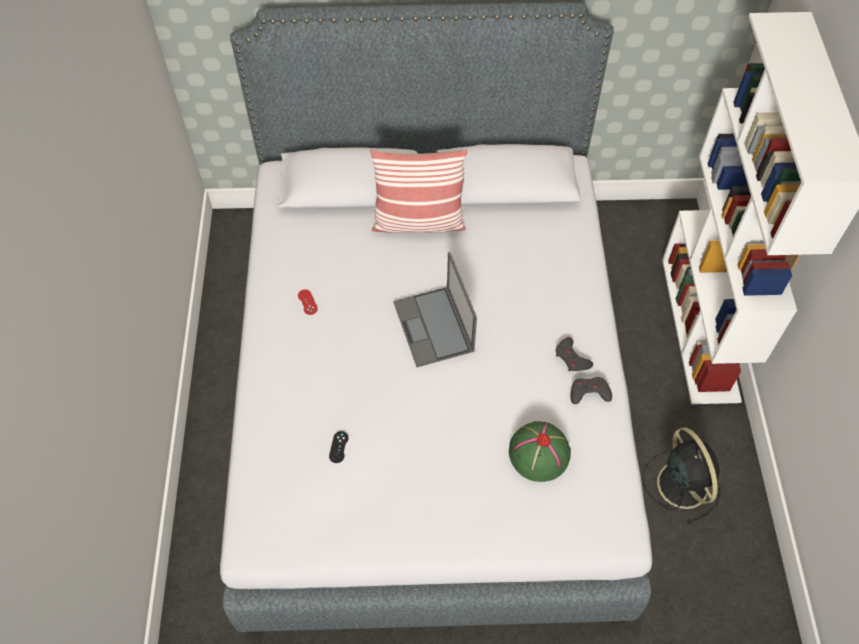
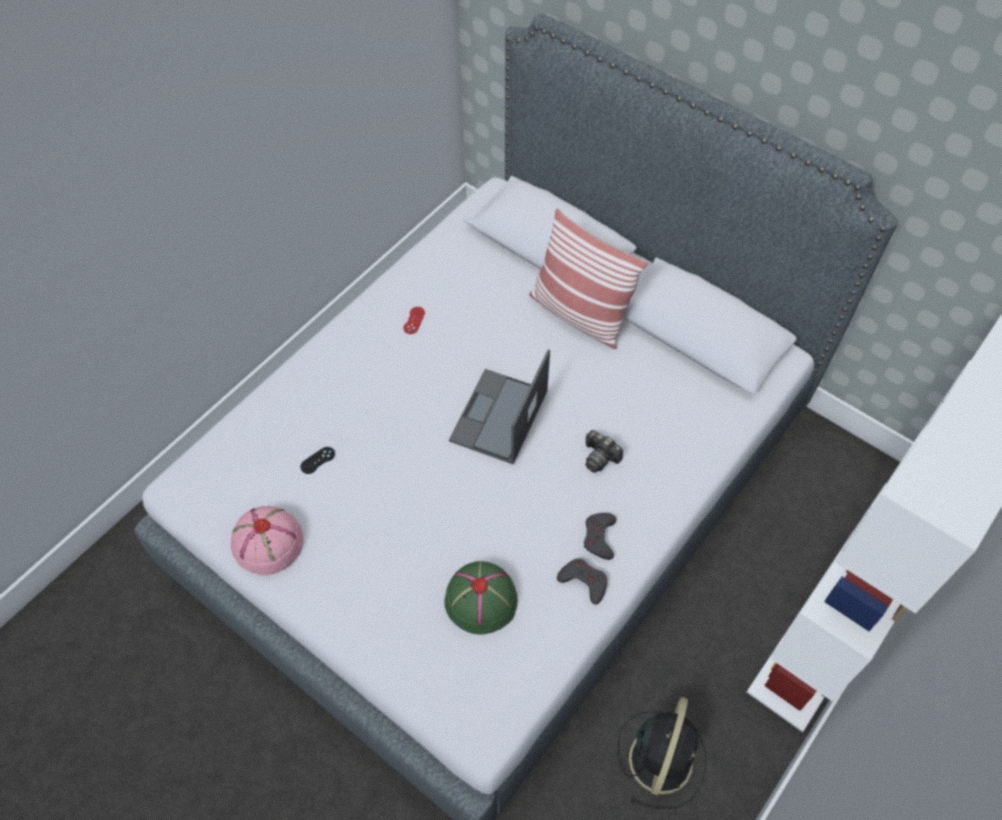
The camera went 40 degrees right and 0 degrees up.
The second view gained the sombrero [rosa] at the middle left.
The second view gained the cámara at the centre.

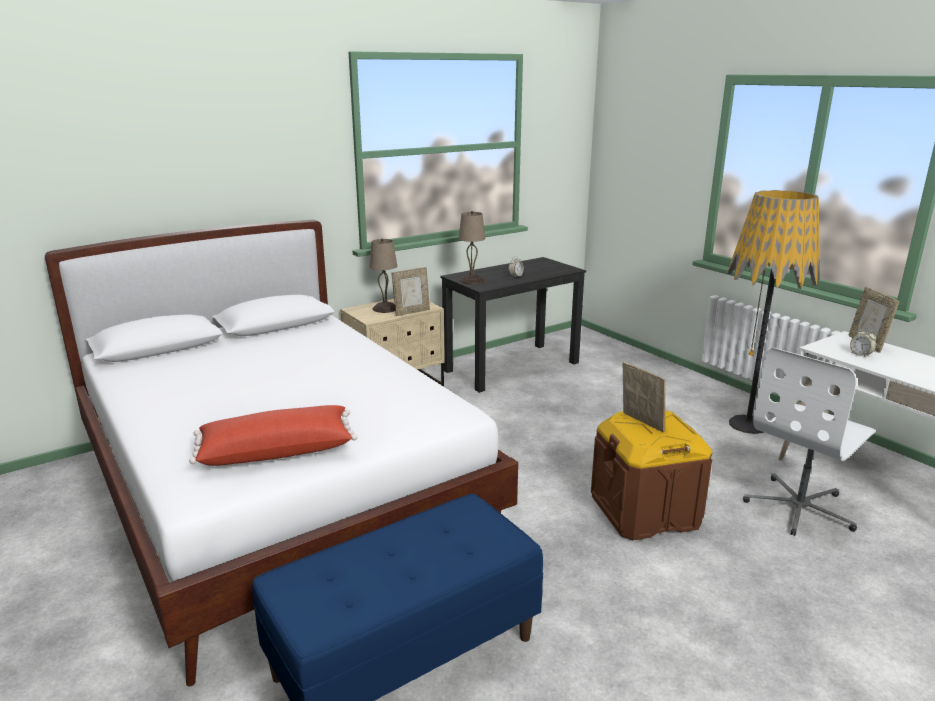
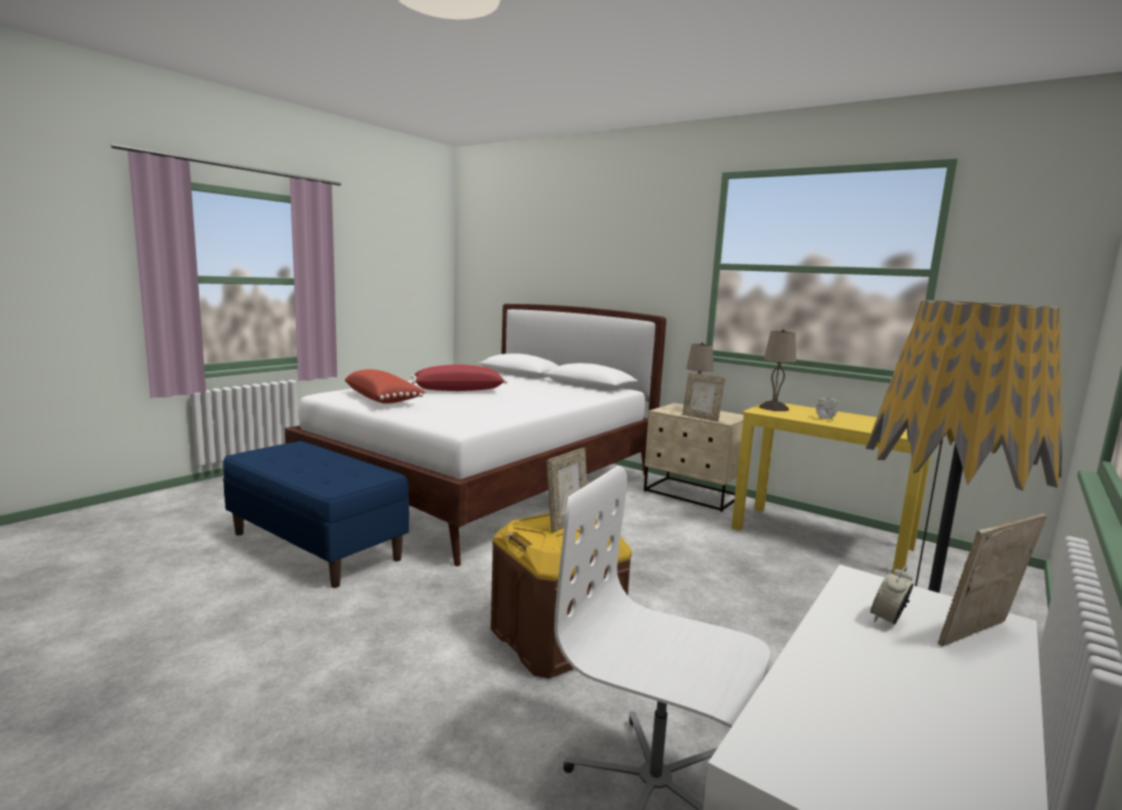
The camera went 70 degrees right and 10 degrees down.
The second view gained the cojín [rojo] (no. 2 from left) at the centre.
What was the escritorio [negro] at the centre turned into the escritorio [amarillo] at the middle right.

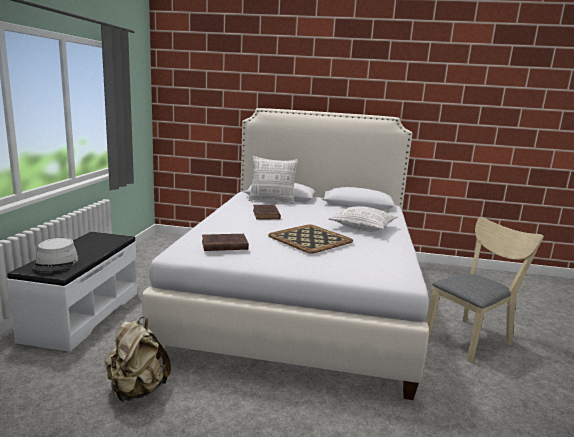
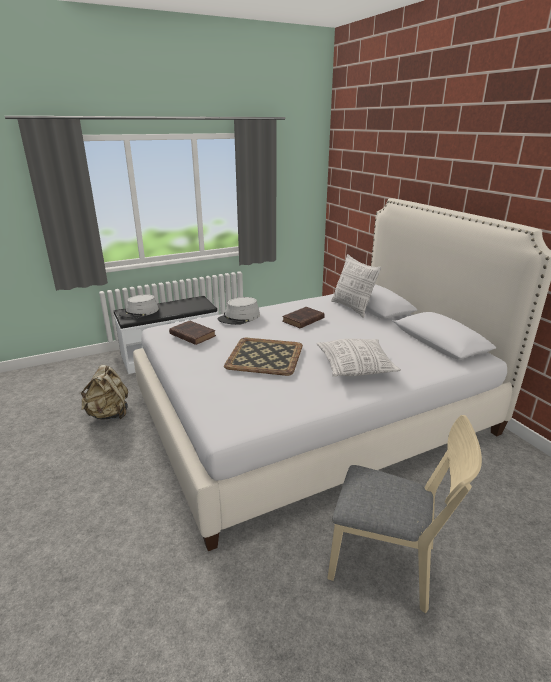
The camera went 55 degrees right and 10 degrees up.
The second view gained the sombrero [gris] (no. 2 from left) at the centre.

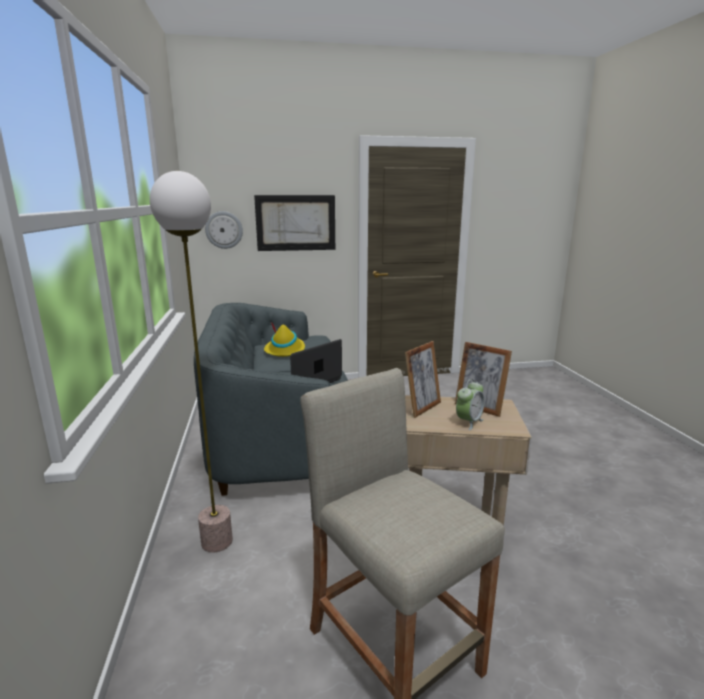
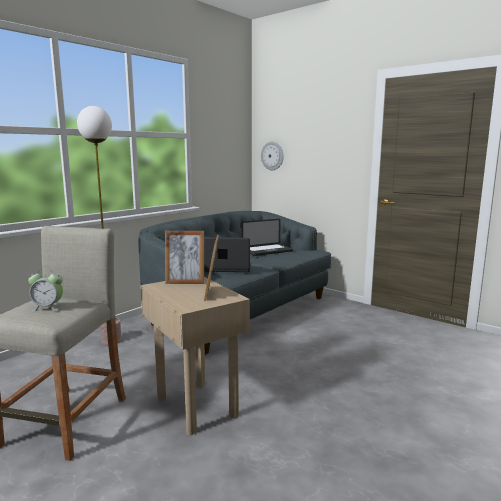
The camera went 50 degrees right and 5 degrees down.
The second view lost the cuadro at the top centre.
The despertador ended up elsewhere, having gone from the middle right to the middle left.
Where the sombrero [amarillo] stood at the centre, the portátil (no. 2 from left) came to stand at the centre.

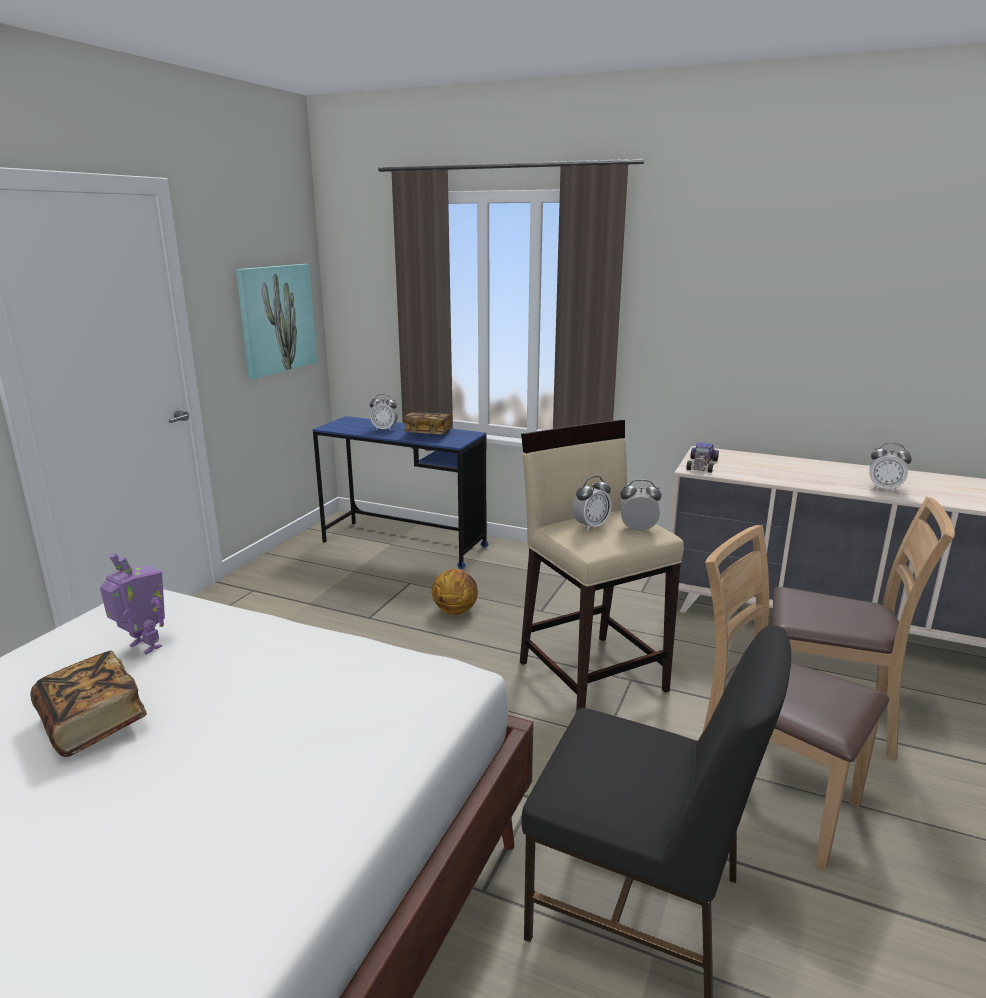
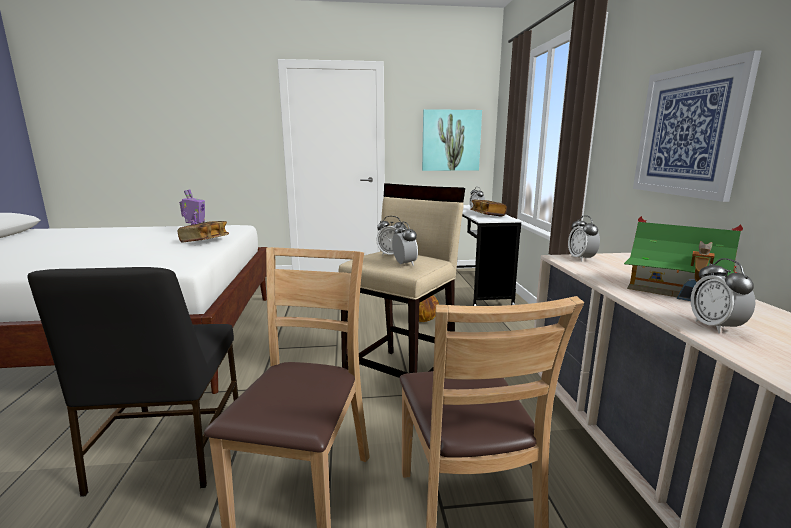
The camera went 60 degrees right and 5 degrees down.
The second view gained the casita at the middle right.
The second view gained the cuadro (no. 2 from left) at the top right.
The libro (no. 1 from left) ended up elsewhere, having gone from the bottom left to the middle left.
Where the coche de juguete stood at the middle right, the despertador (no. 4 from left) came to stand at the middle right.
What was the escritorio [azul] at the centre turned into the escritorio [blanco] at the centre.

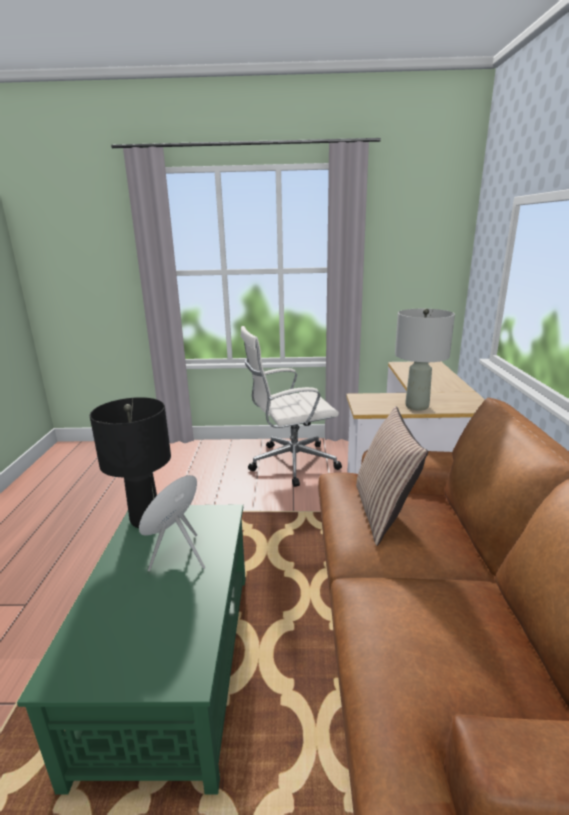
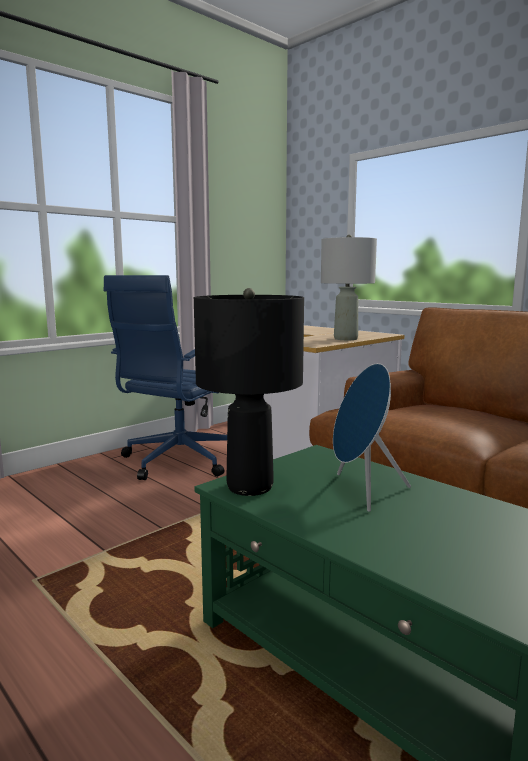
The camera went 45 degrees left and 10 degrees down.
The second view lost the cojín at the middle right.
What was the silla de oficina [blanco] at the centre turned into the silla de oficina [azul] at the middle left.

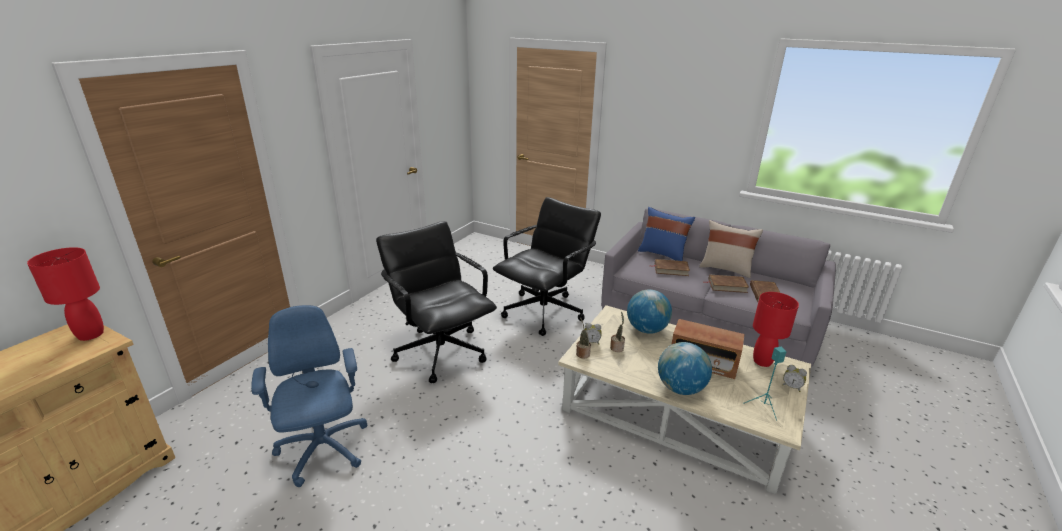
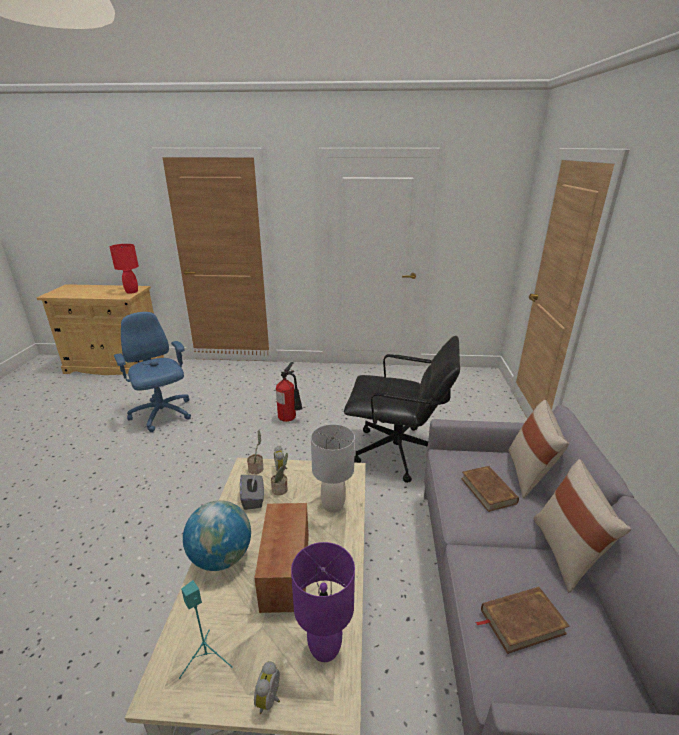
The camera went 65 degrees right and 0 degrees up.
The second view lost the libro [marrón] (no. 2 from left) at the middle right.
The second view gained the caja de pañuelos [gris] at the bottom centre.
Where the silla de oficina [negro] (no. 1 from left) stood at the centre, the extintor came to stand at the centre.
Where the globo terráqueo (no. 1 from left) stood at the centre, the lámpara de mesa [gris] came to stand at the centre.
What was the cojín [azul] at the centre turned into the cojín [beis] (no. 1 from left) at the middle right.
What was the lámpara de mesa [rojo] (no. 2 from left) at the middle right turned into the lámpara de mesa [morado] at the bottom centre.
The silla de oficina [azul] at the bottom left ended up facing another way, 75 degrees counterclockwise from before.

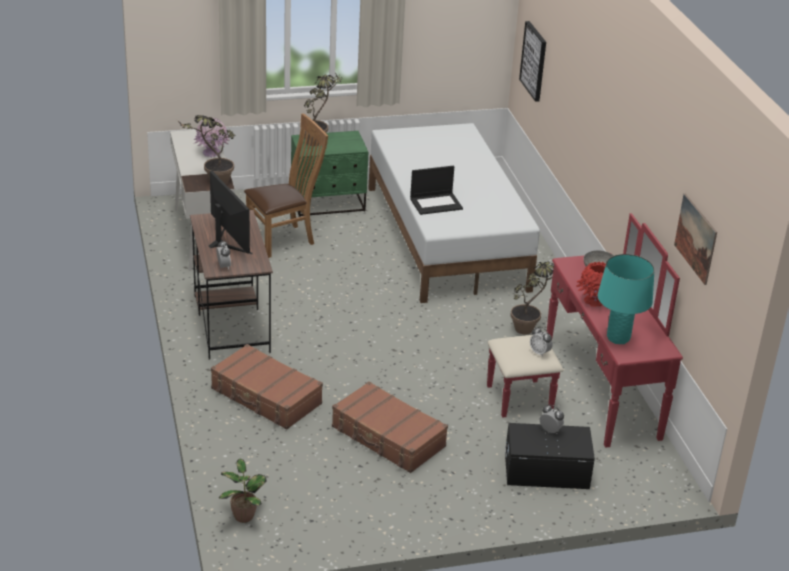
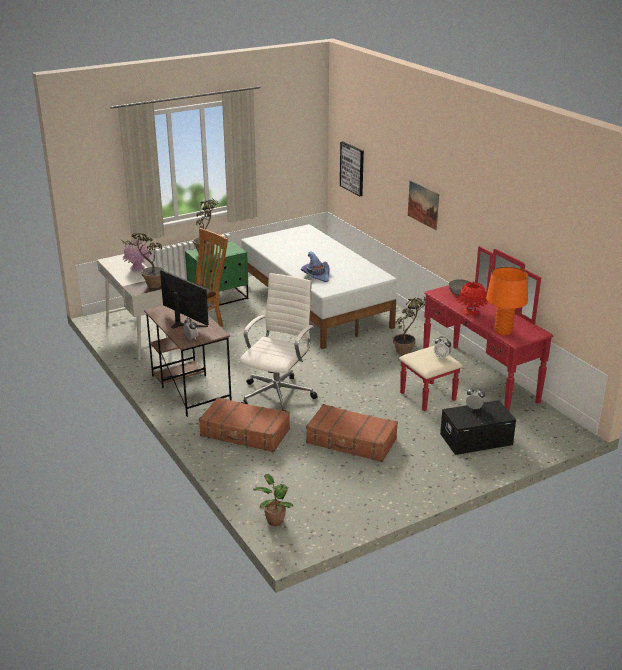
The camera went 15 degrees left and 5 degrees down.
The second view gained the silla de oficina [blanco] at the centre.
The cuadro (no. 2 from left) ended up elsewhere, having gone from the middle right to the top right.
Where the portátil stood at the top centre, the sombrero [morado] came to stand at the centre.
What was the lámpara de mesa [turquesa] at the middle right turned into the lámpara de mesa [naranja] at the middle right.

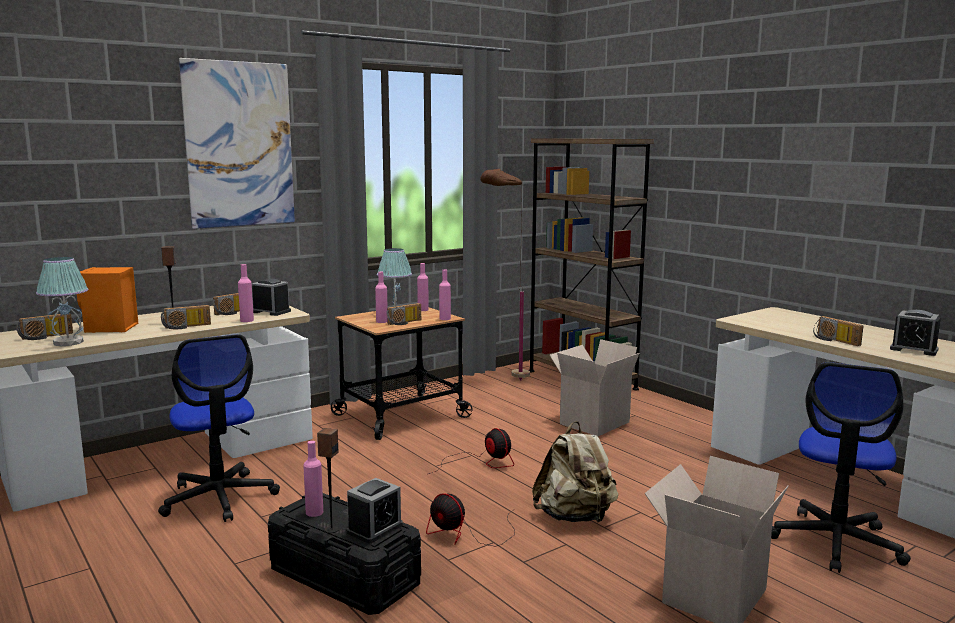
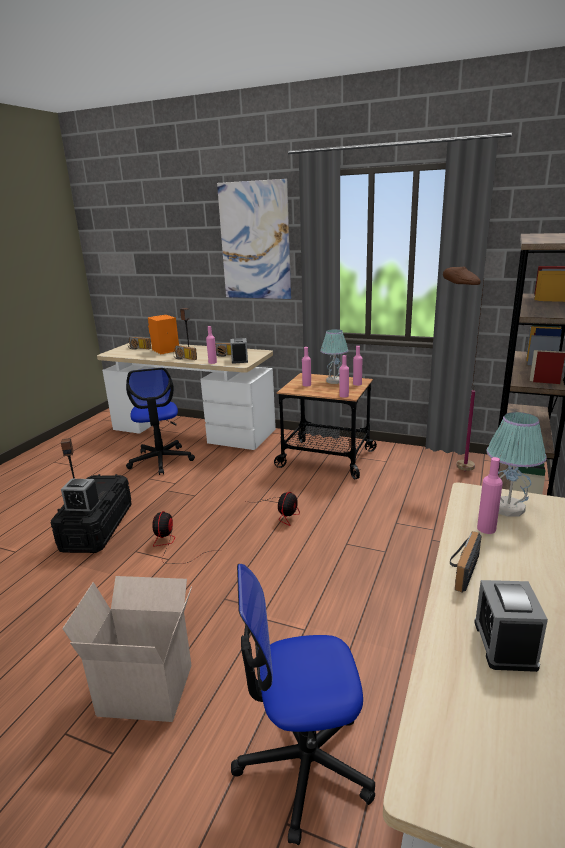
The camera went 60 degrees right and 10 degrees up.
The second view lost the radio (no. 4 from left) at the centre.
The second view lost the mochila [beis] at the bottom centre.
The second view lost the caja de cartón (no. 1 from left) at the centre.
The lámpara de mesa (no. 1 from left in the first image) ended up elsewhere, having gone from the middle left to the middle right.
The botella [rosa] (no. 2 from left in the first image) ended up elsewhere, having gone from the bottom left to the middle right.
The silla de oficina (no. 1 from left) at the bottom left ended up facing another way, 45 degrees counterclockwise from before.

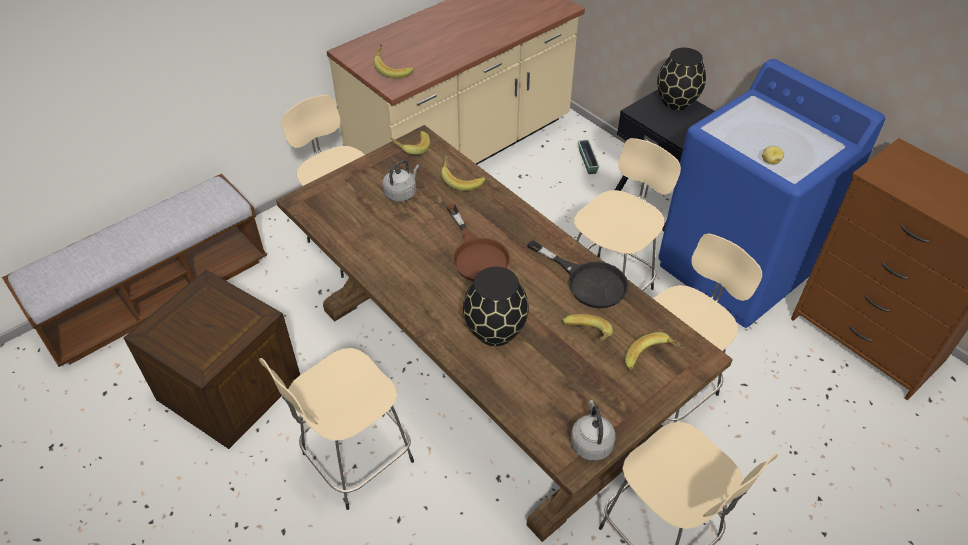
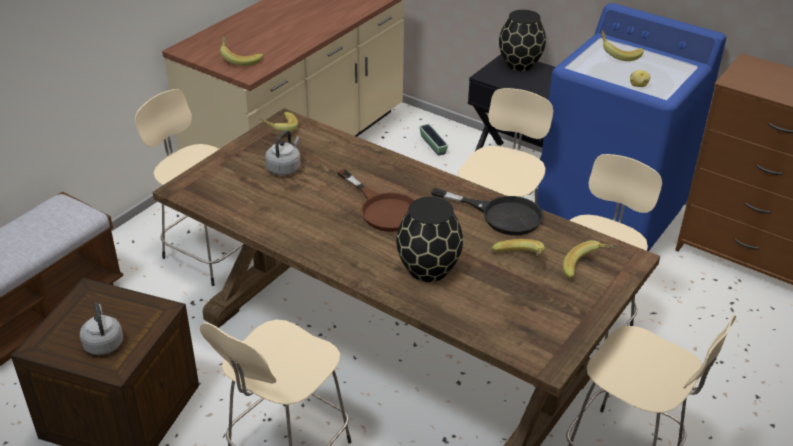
The camera went 15 degrees left and 10 degrees down.
The plátano (no. 3 from left in the first image) ended up elsewhere, having gone from the top centre to the top right.
The hervidor [gris] (no. 2 from left in the first image) ended up elsewhere, having gone from the bottom centre to the bottom left.

